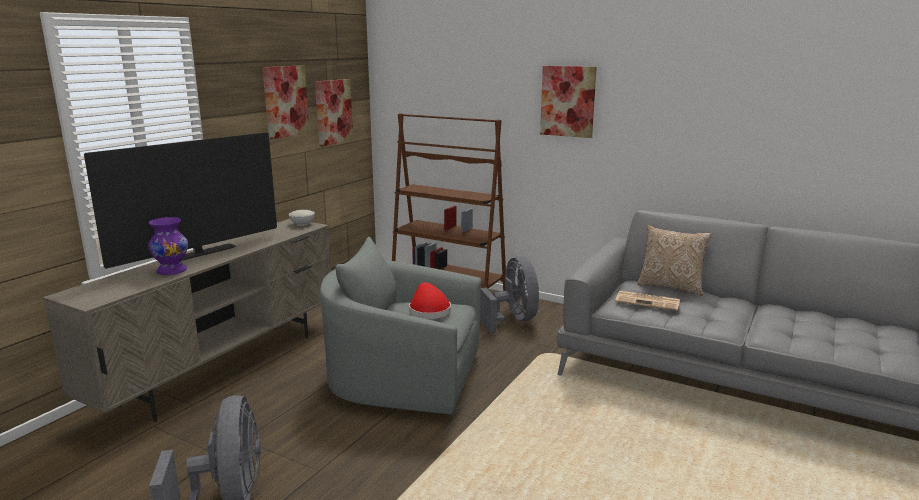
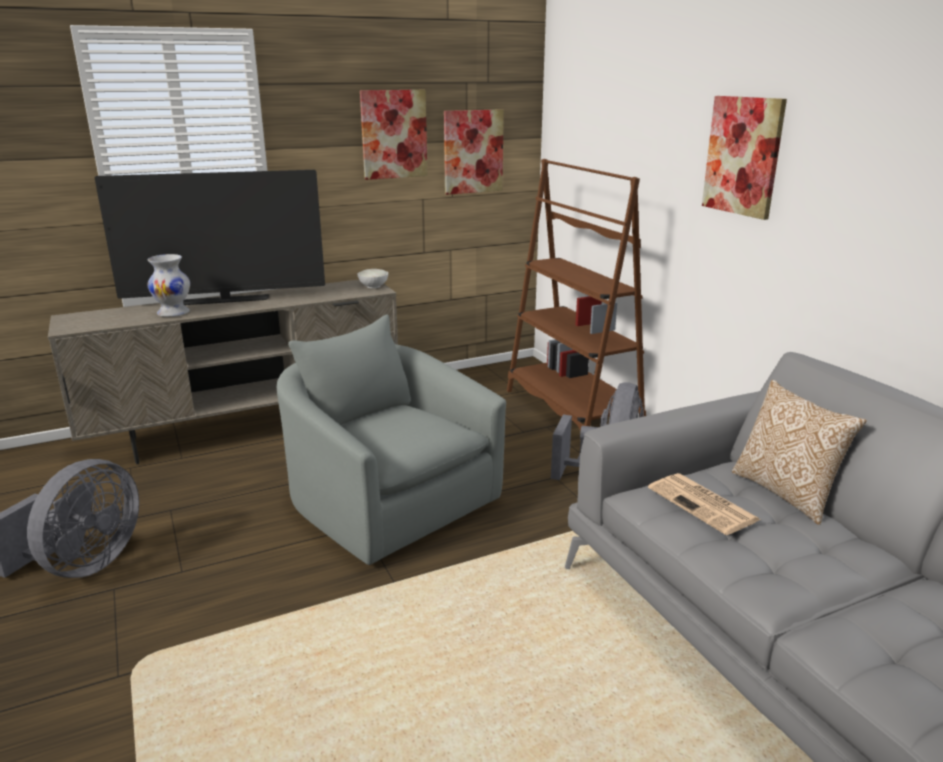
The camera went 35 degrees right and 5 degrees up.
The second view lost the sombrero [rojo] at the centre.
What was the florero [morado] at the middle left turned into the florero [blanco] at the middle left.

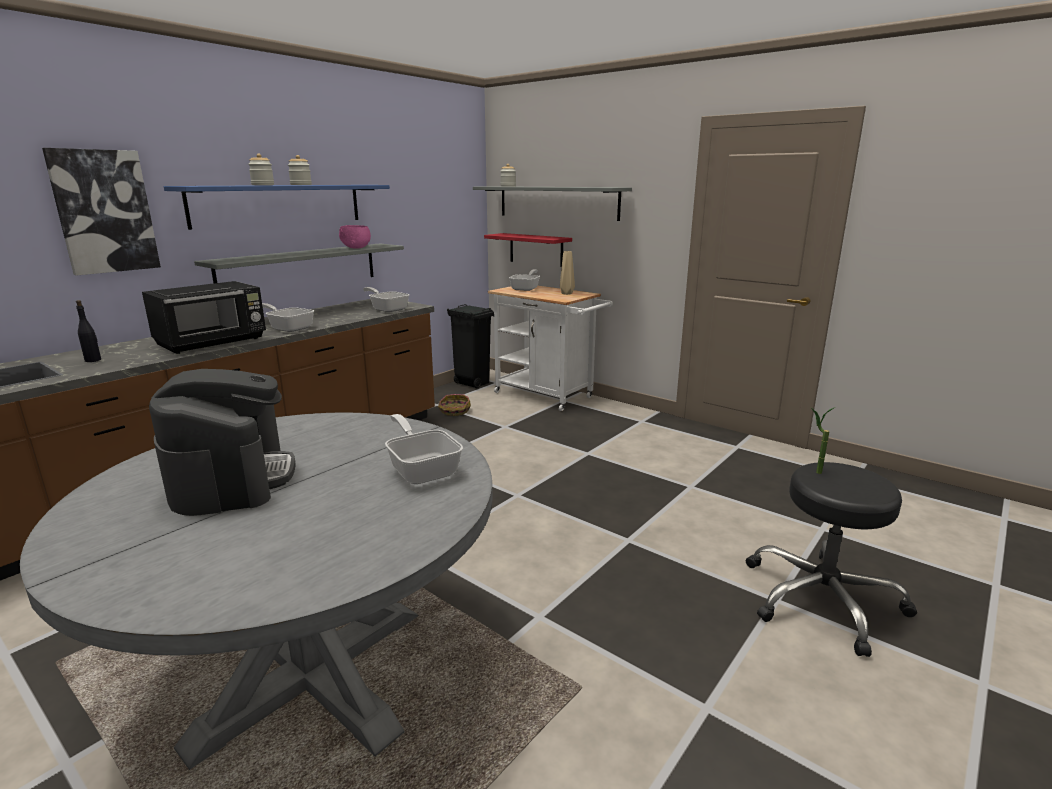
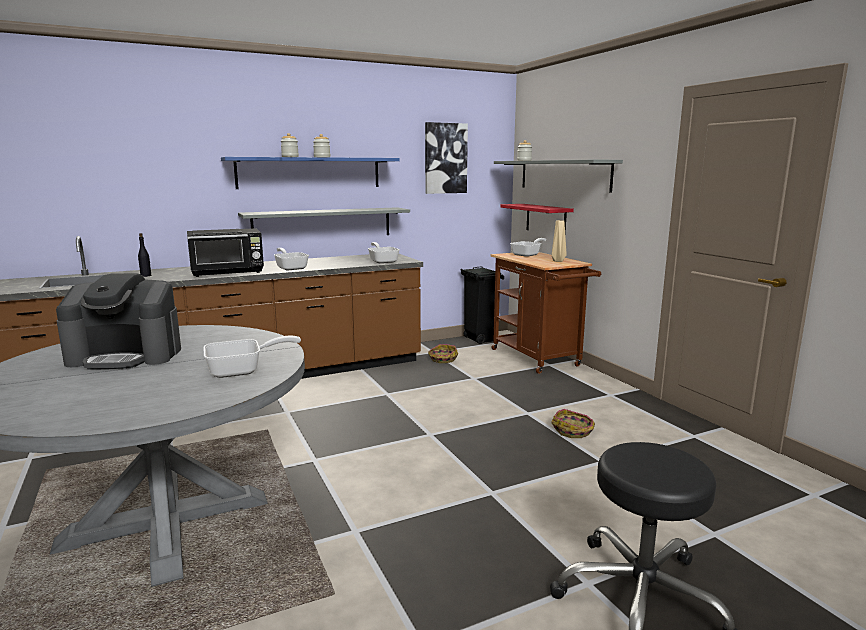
The camera went 25 degrees right and 5 degrees down.
The second view lost the cuenco [rosa] at the top centre.
The second view lost the planta en maceta at the middle right.
The second view gained the cesta (no. 2 from left) at the bottom centre.
The cuadro ended up elsewhere, having gone from the top left to the top centre.
What was the carrito [blanco] at the centre turned into the carrito [marrón] at the centre.
The cafetera at the middle left ended up facing another way, 75 degrees clockwise from before.
The sartén (no. 3 from left in the first image) at the centre ended up facing another way, 75 degrees clockwise from before.

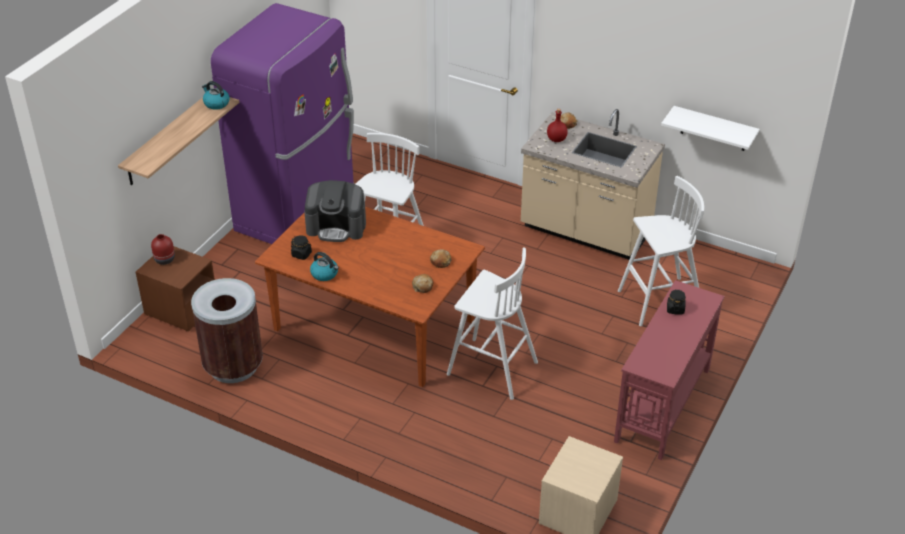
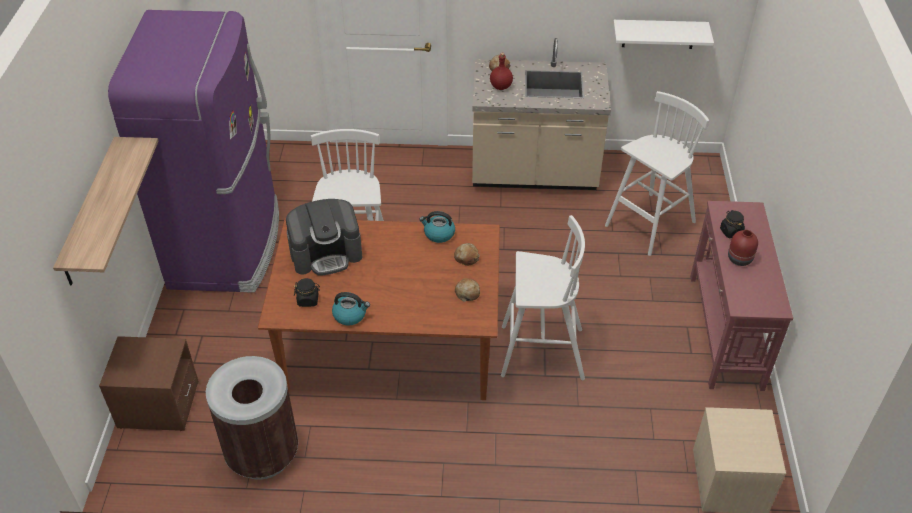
The camera went 25 degrees left and 5 degrees up.
The florero [rojo] ended up elsewhere, having gone from the middle left to the middle right.
The hervidor (no. 1 from left in the first image) ended up elsewhere, having gone from the top left to the centre.

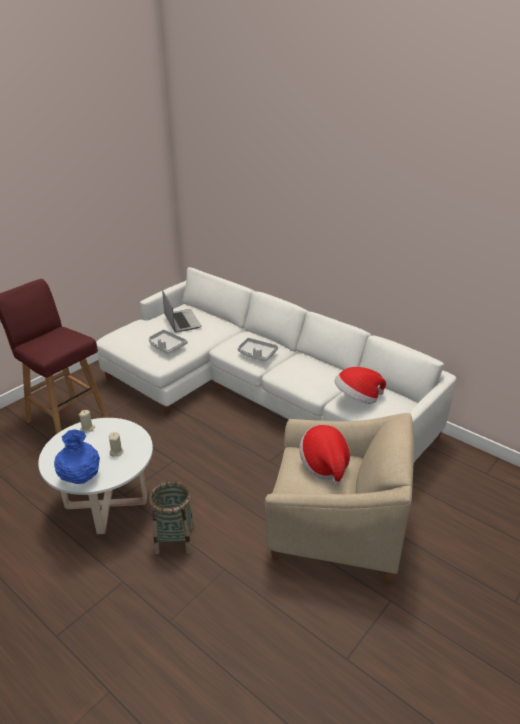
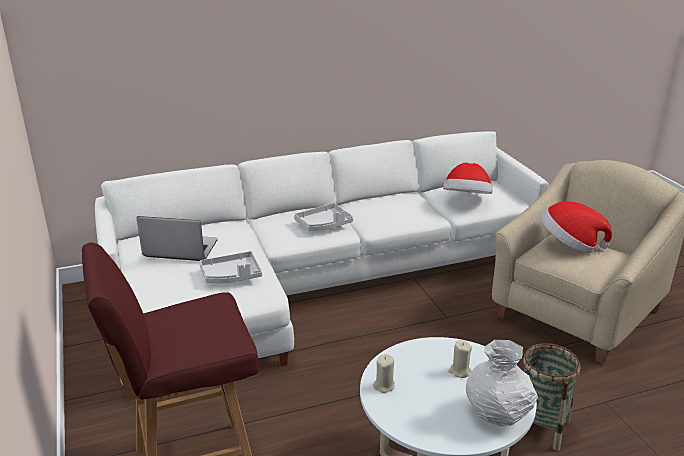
The camera went 60 degrees left and 5 degrees down.
What was the florero [azul] at the middle left turned into the florero [blanco] at the bottom right.

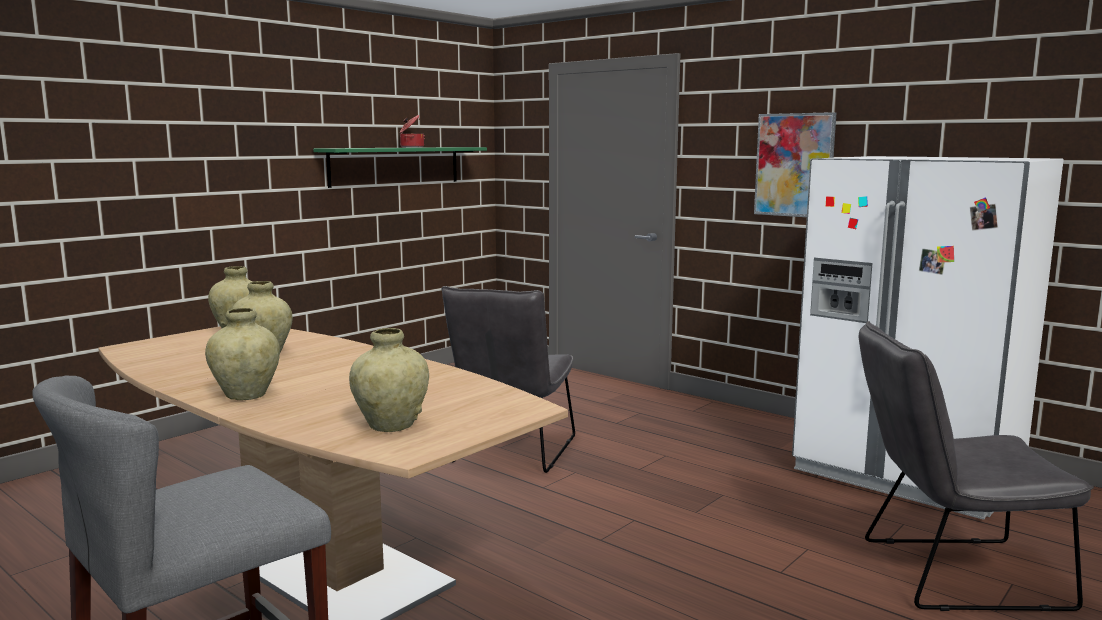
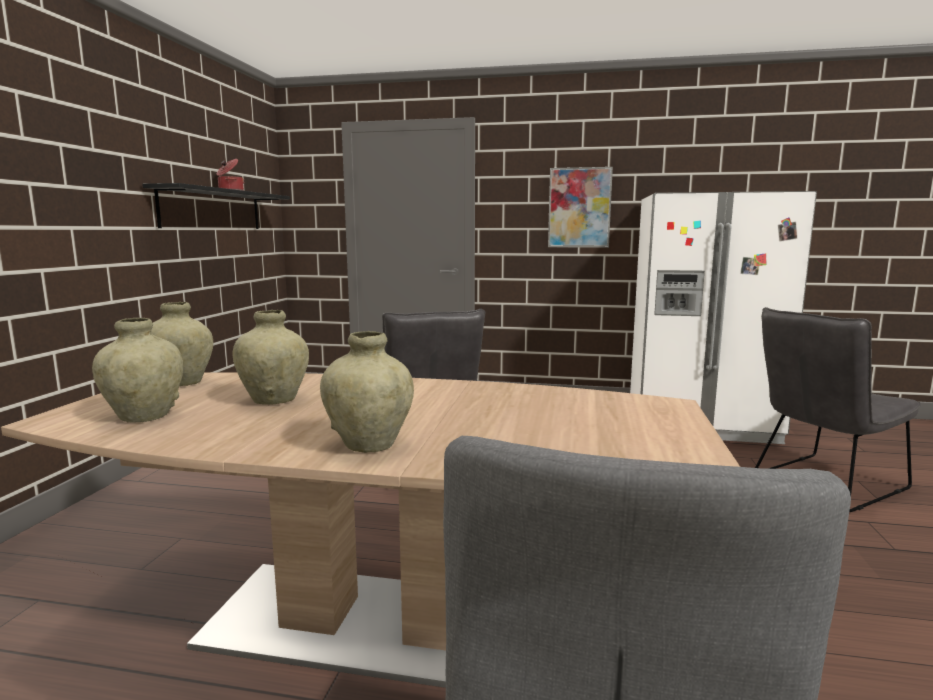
The camera went 30 degrees left and 0 degrees up.
The florero [beis] (no. 4 from left in the first image) ended up elsewhere, having gone from the centre to the middle left.
What was the estante [verde] at the top centre turned into the estante [negro] at the top left.

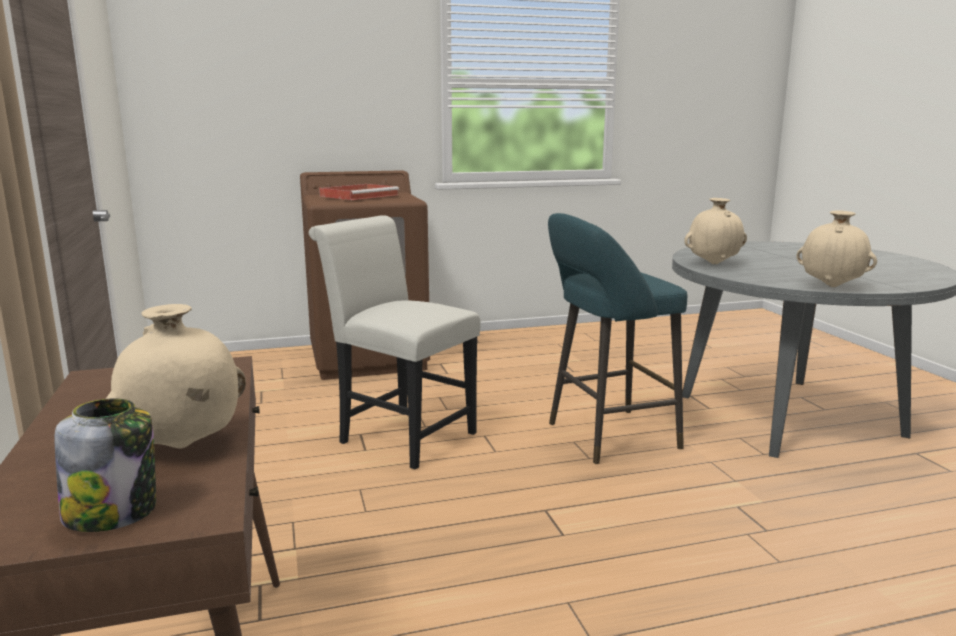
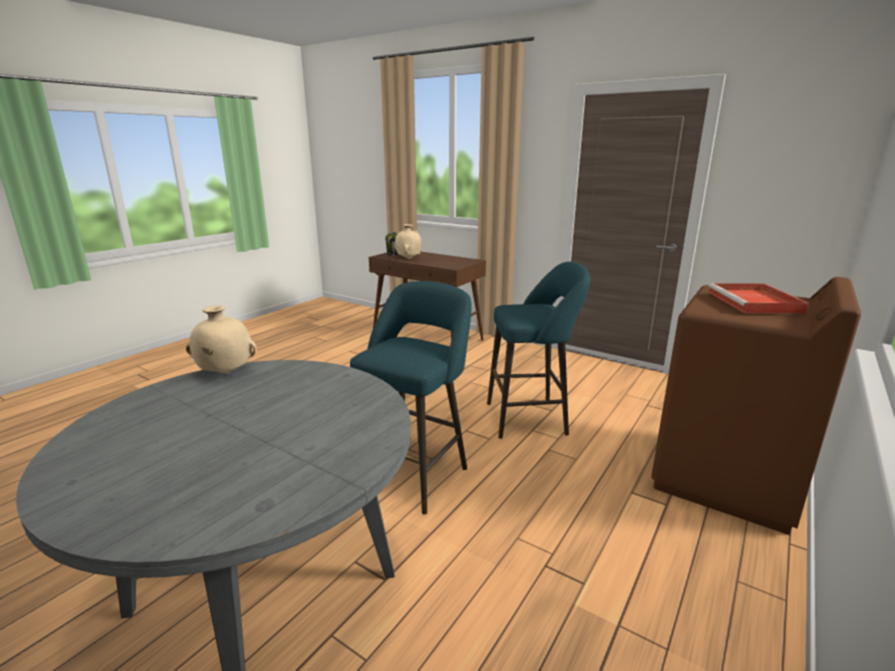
The camera went 140 degrees right and 5 degrees up.
The second view lost the florero [beis] (no. 2 from left) at the middle right.
Where the silla [blanco] stood at the centre, the taburete [turquesa] (no. 2 from left) came to stand at the centre.

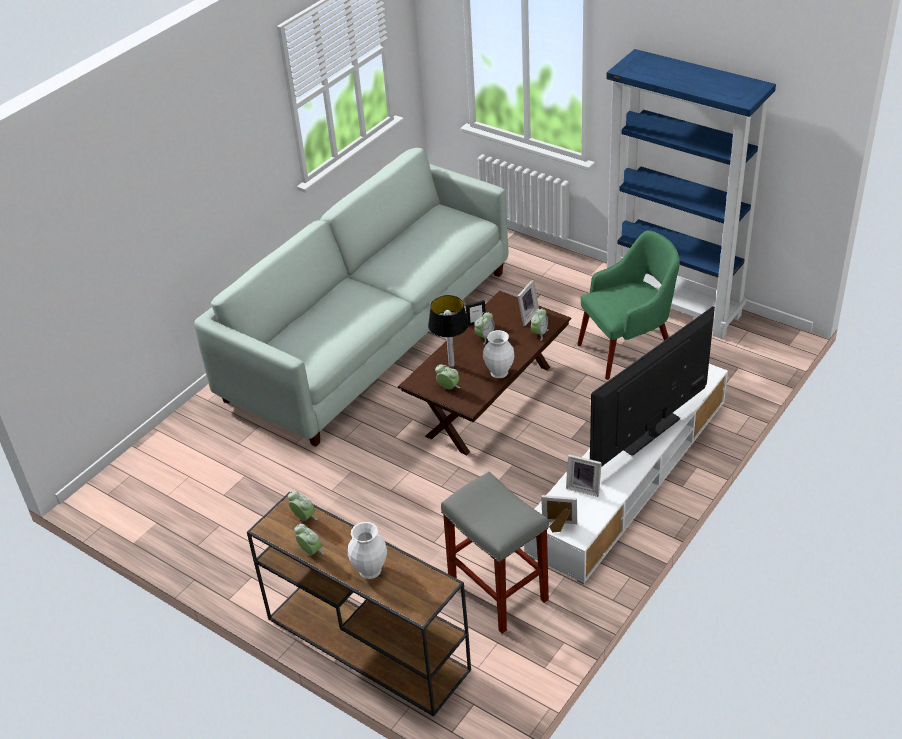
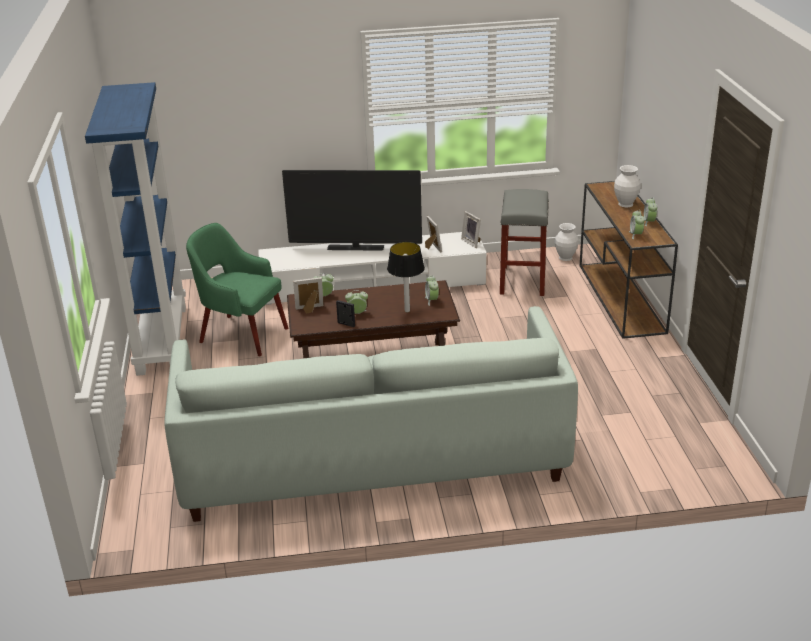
The camera went 135 degrees left and 10 degrees down.
The florero [blanco] (no. 2 from left in the first image) ended up elsewhere, having gone from the centre to the middle right.

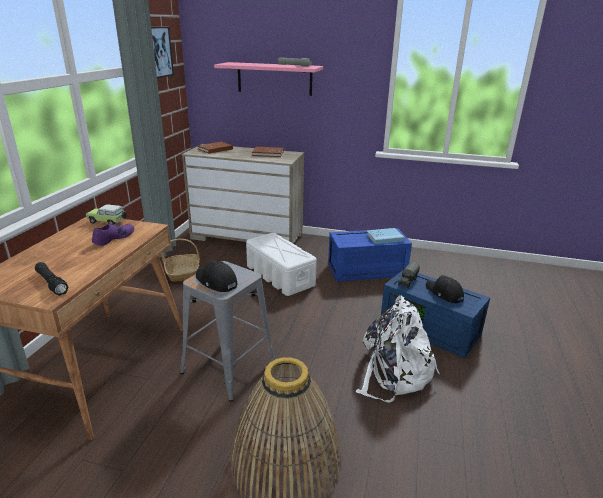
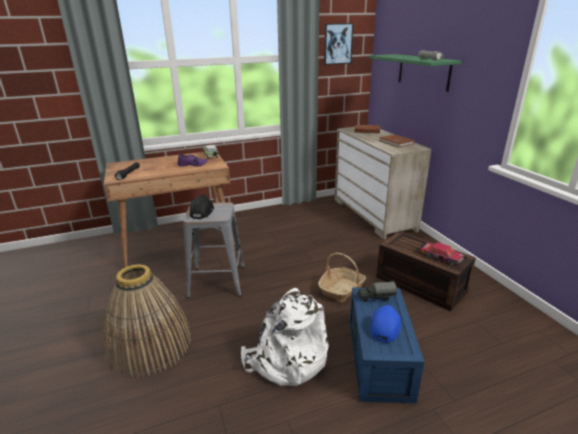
The camera went 55 degrees right and 0 degrees up.
The second view lost the caja de almacenaje [blanco] at the centre.
The cesta (no. 1 from left in the first image) ended up elsewhere, having gone from the middle left to the centre.
Where the libro [azul] stood at the centre, the coche de juguete (no. 2 from left) came to stand at the middle right.
What was the estante [rosa] at the top centre turned into the estante [verde] at the top right.
What was the caja de almacenaje [azul] (no. 1 from left) at the centre turned into the caja de almacenaje [marrón] at the middle right.
What was the gorra [negro] (no. 2 from left) at the middle right turned into the gorra [azul] at the bottom centre.

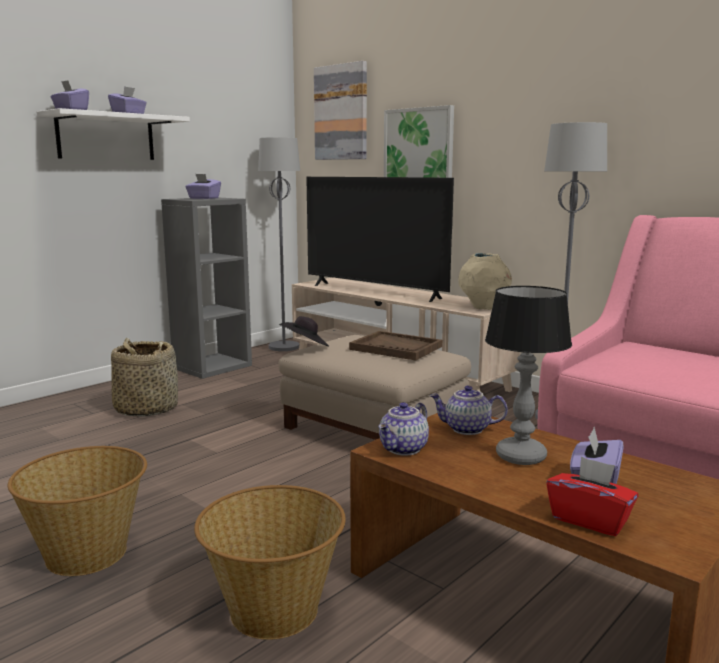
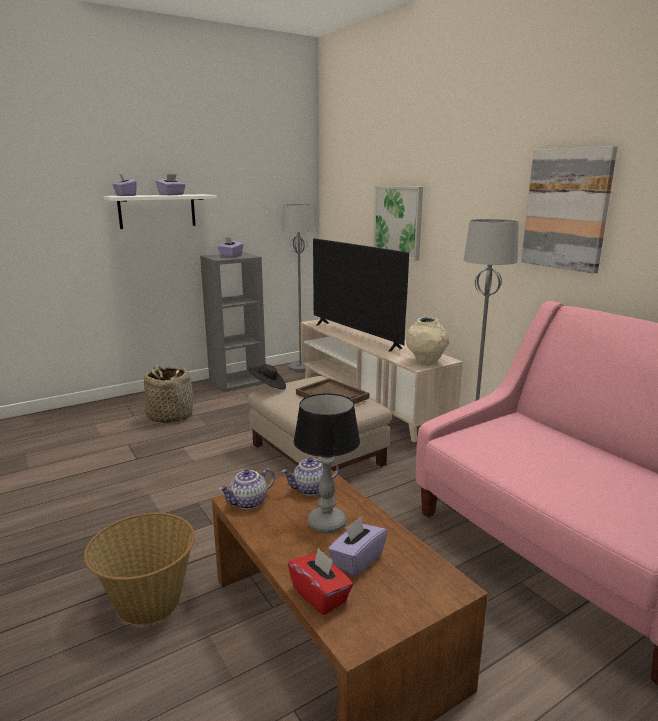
The camera went 15 degrees right and 5 degrees up.
The second view lost the cesta (no. 1 from left) at the bottom left.
The cuadro (no. 1 from left in the first image) ended up elsewhere, having gone from the top centre to the top right.
The tetera (no. 2 from left) at the centre ended up facing another way, 45 degrees counterclockwise from before.

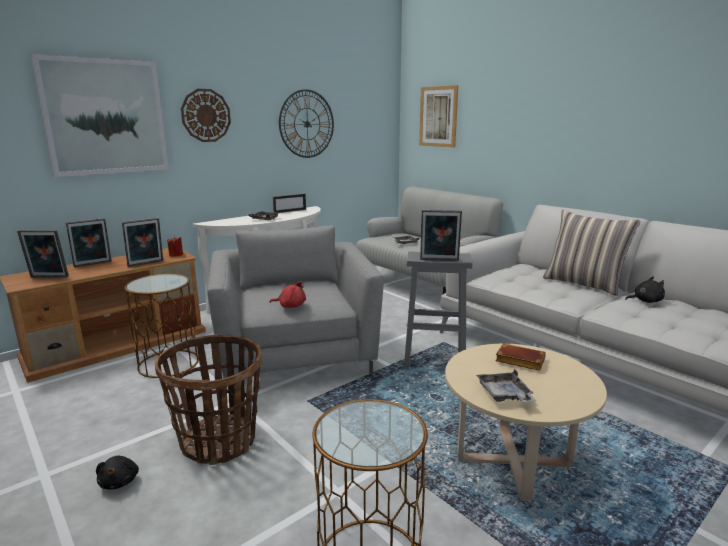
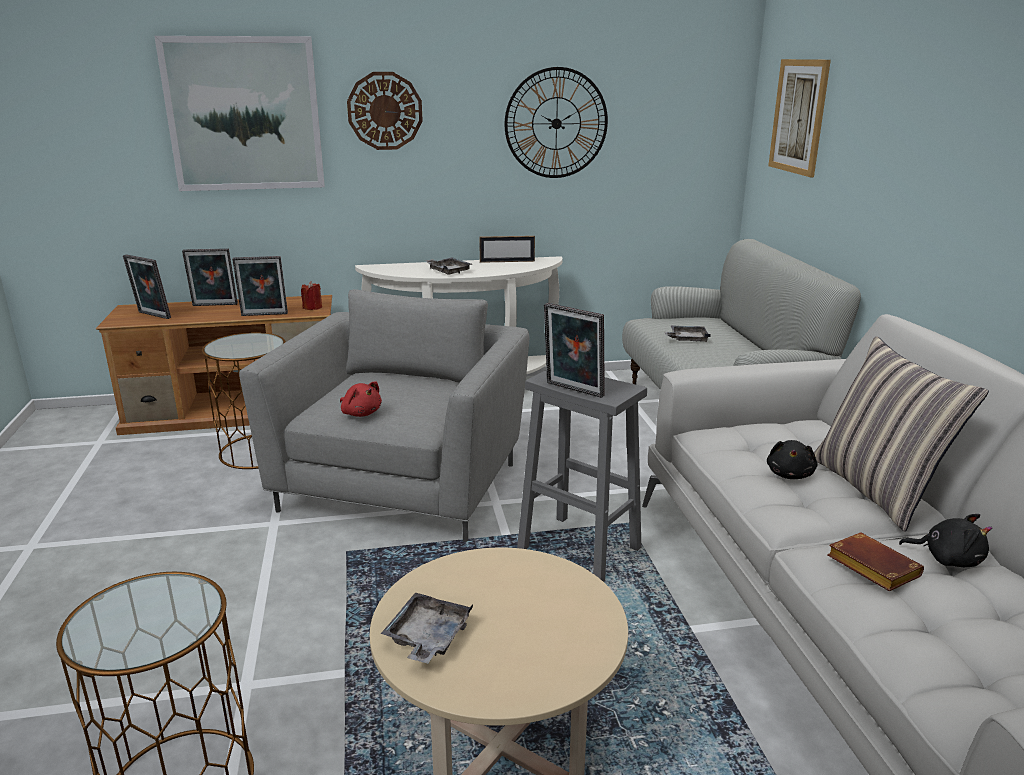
The camera went 30 degrees right and 5 degrees up.
The second view lost the cesta at the bottom left.
The peluche [negro] (no. 1 from left) ended up elsewhere, having gone from the bottom left to the middle right.
The libro [marrón] ended up elsewhere, having gone from the middle right to the bottom right.

